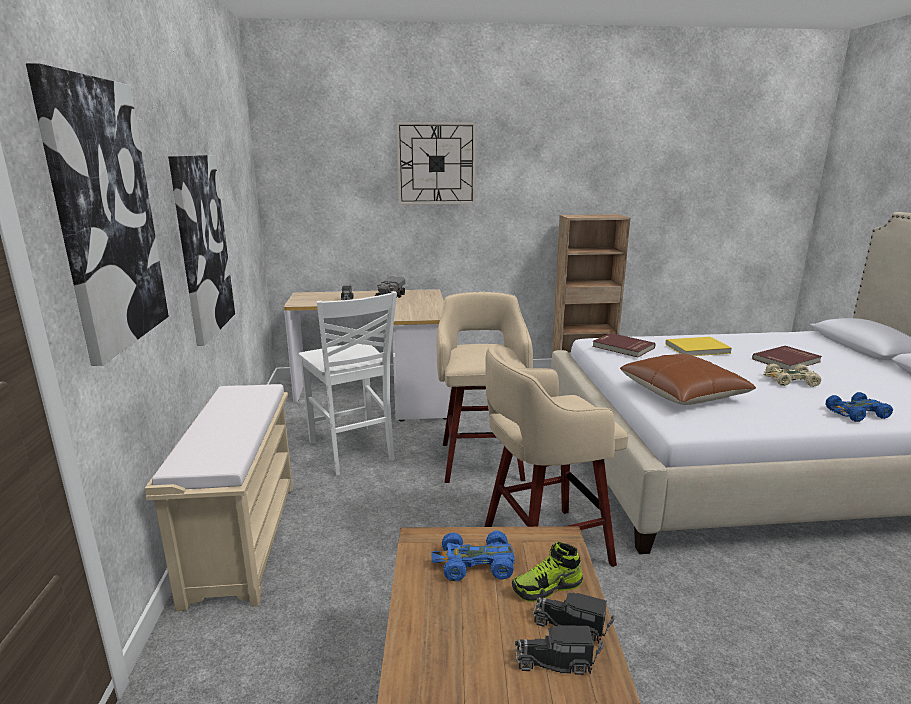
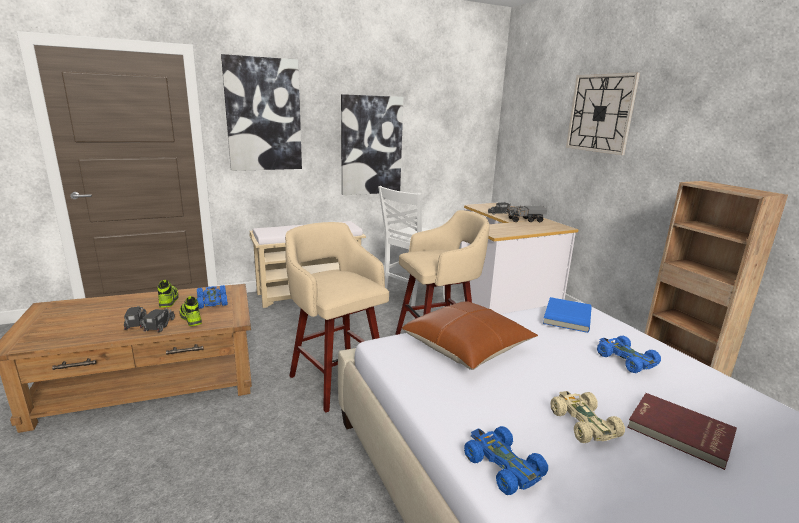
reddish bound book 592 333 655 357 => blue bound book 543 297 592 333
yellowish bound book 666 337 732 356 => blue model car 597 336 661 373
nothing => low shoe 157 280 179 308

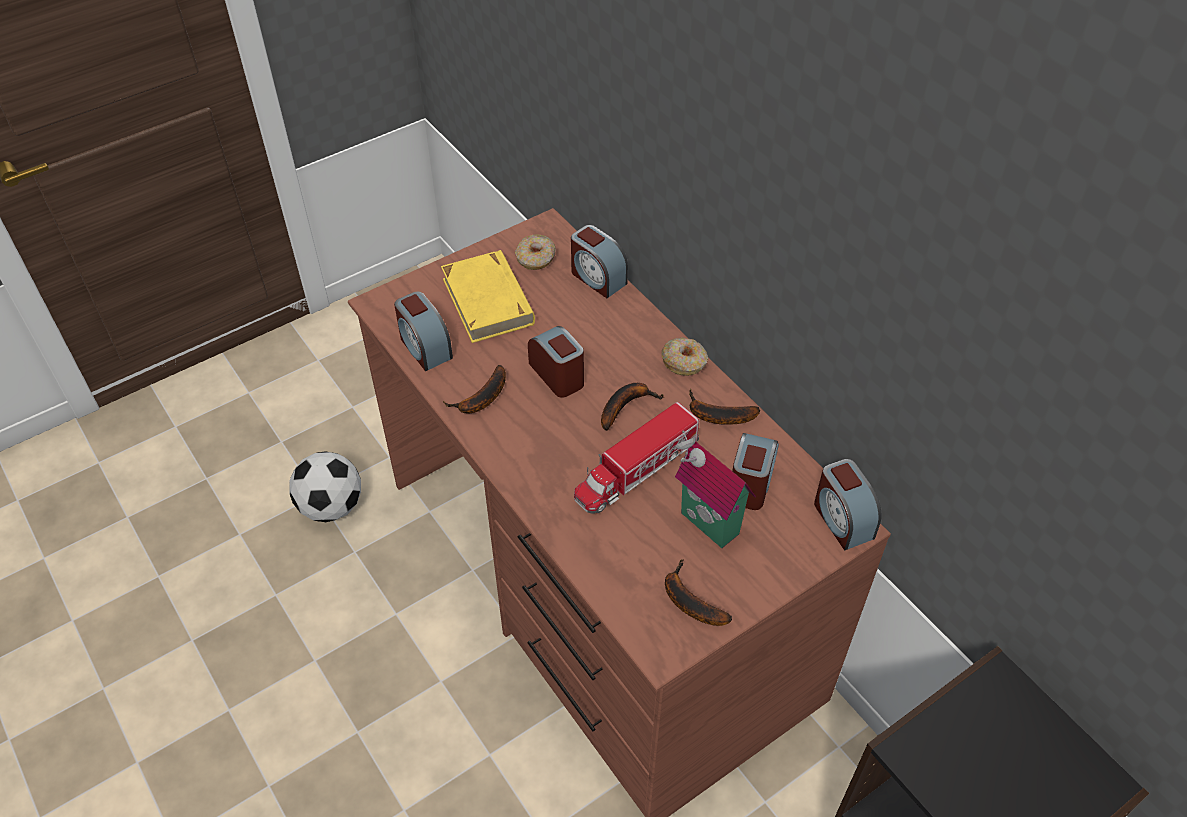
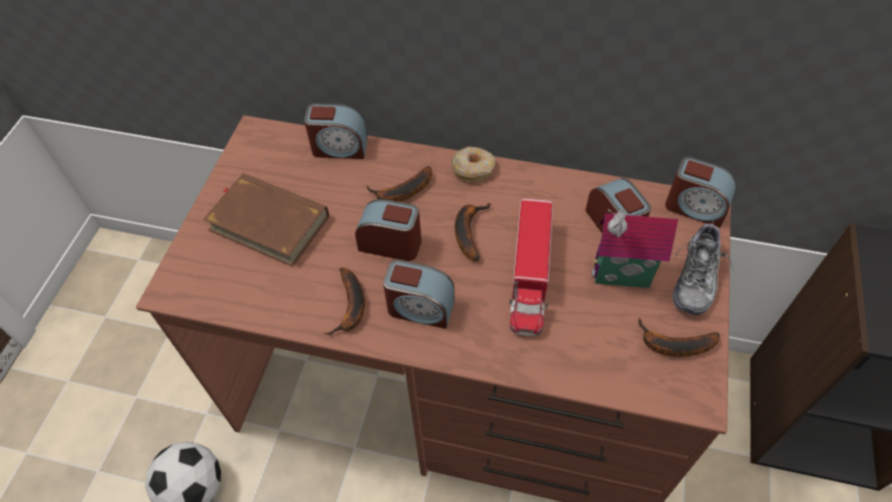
ring doughnut 515 235 556 270 => nothing
yellowish bound book 441 250 535 343 => brownish bound book 203 173 329 267
alarm clock 394 292 453 371 => alarm clock 383 260 455 329, move
banana fruit 689 389 760 425 => banana fruit 366 166 432 202, move
nothing => low shoe 672 219 734 315

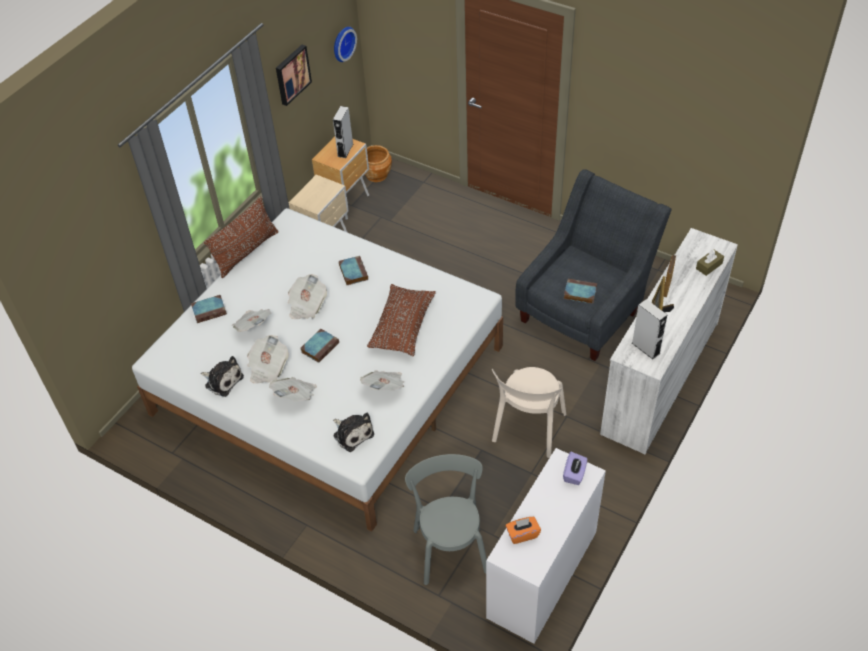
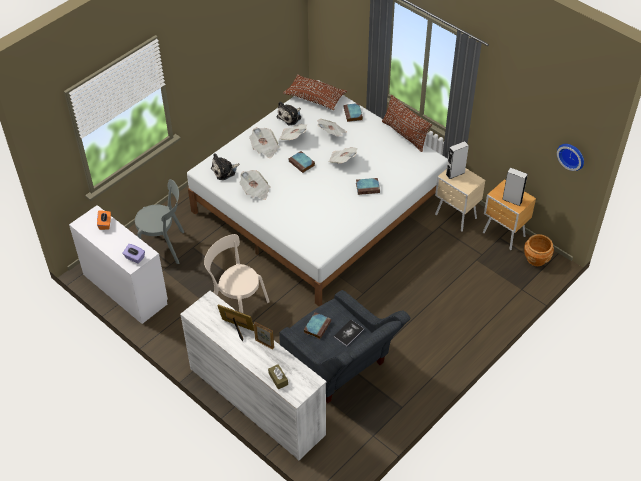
picture 276 45 312 106 => nothing
brownish cushion 367 284 436 356 => brownish cushion 283 74 347 110, move
grey speaker 632 299 667 359 => grey speaker 446 141 469 179, move
nothing => bound book 334 320 364 346

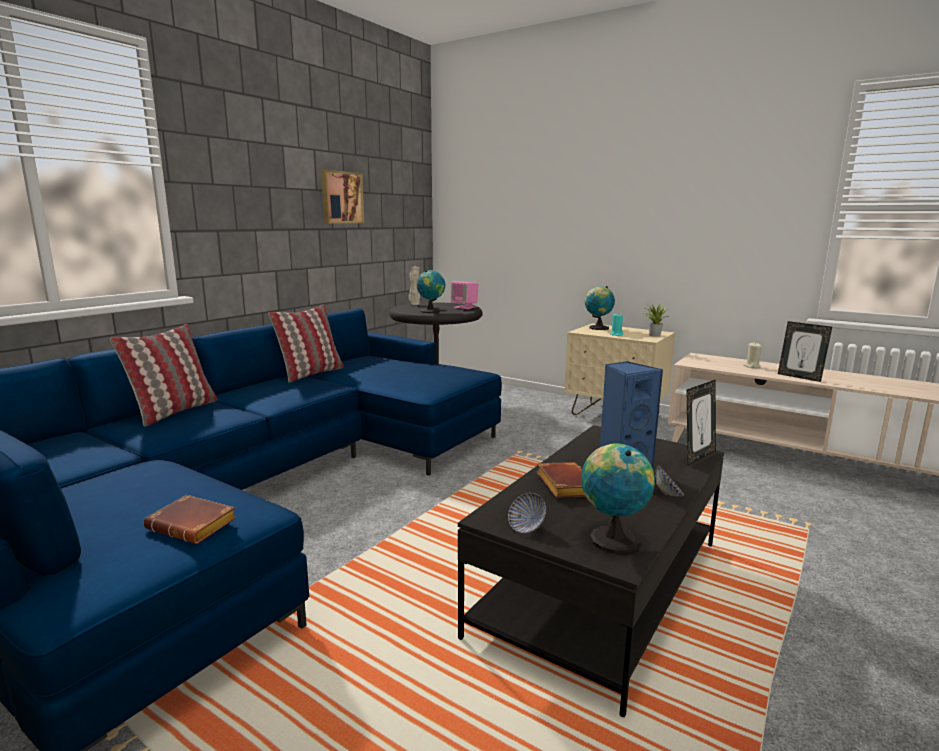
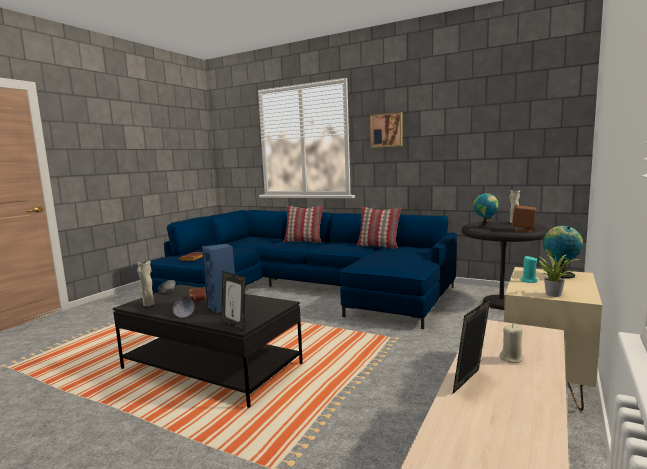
picture 321 170 364 223 => picture 370 112 403 148, move
pink-coloured speaker 450 281 478 309 => brownish speaker 512 205 536 232
globe 581 443 655 553 => beige vase 137 261 154 306

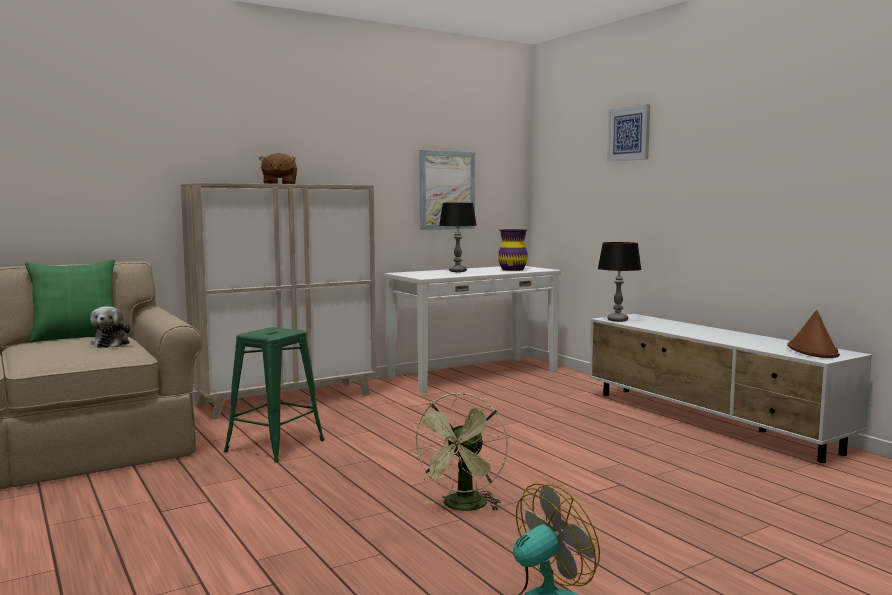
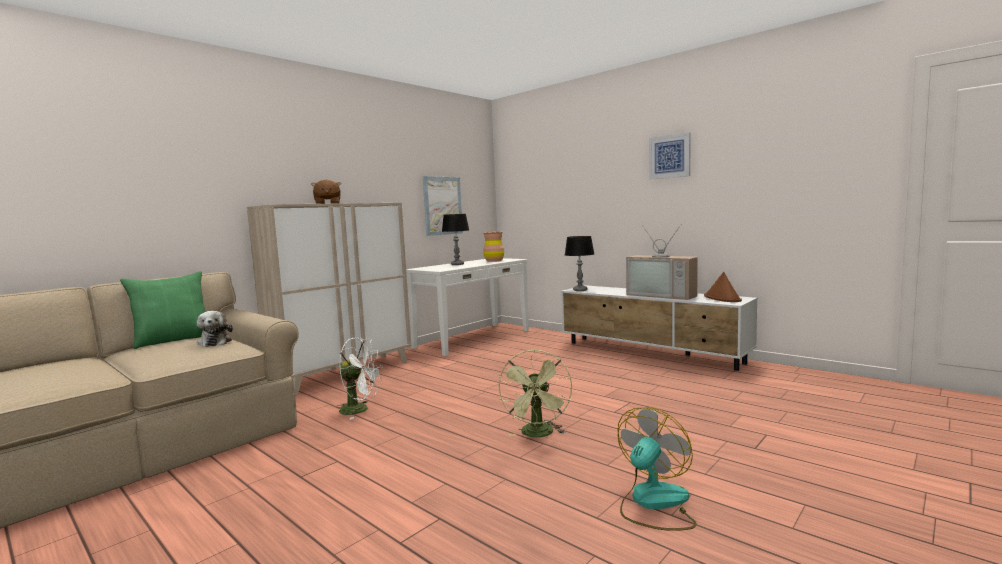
picture 607 104 650 162 => picture 649 132 691 180, move
purple-coloured vase 498 229 528 271 => brownish vase 483 232 504 262
green-coloured sitting stool 224 327 325 463 => white electric fan 338 337 383 420
nothing => TV 626 223 698 300

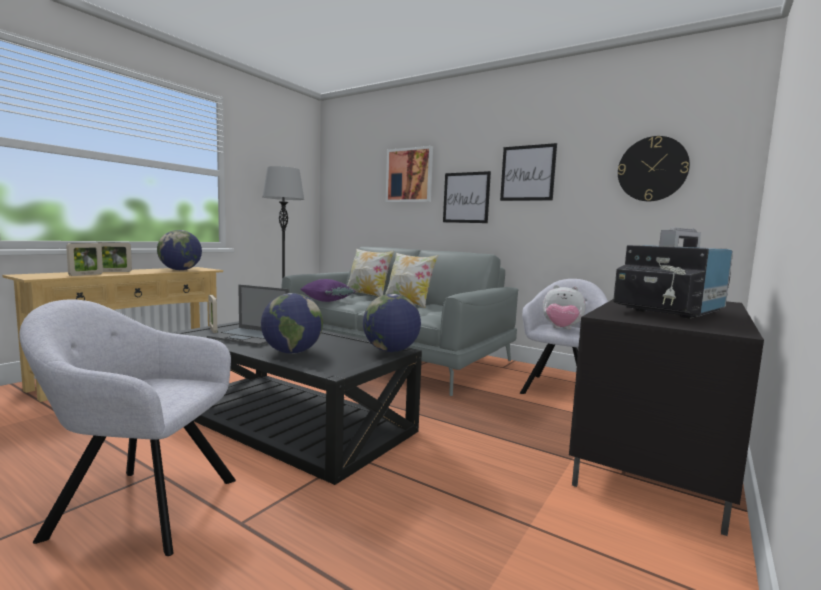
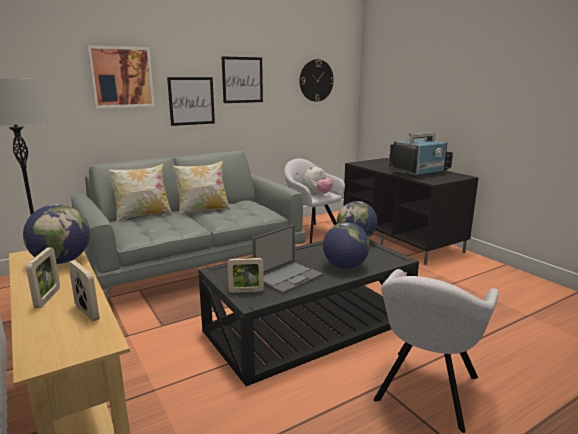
TV 613 227 733 319 => TV 389 132 453 177, 105 degrees counterclockwise
purple-coloured cushion 300 279 356 302 => nothing

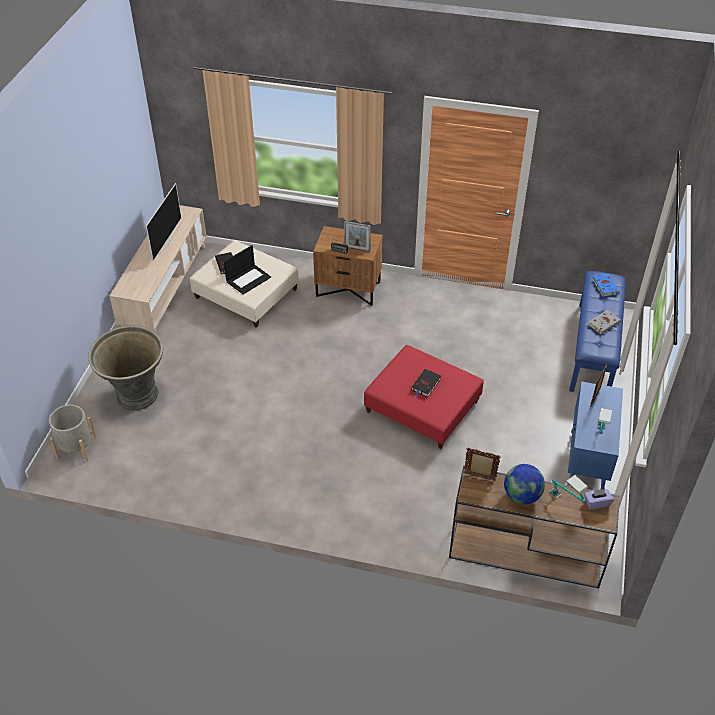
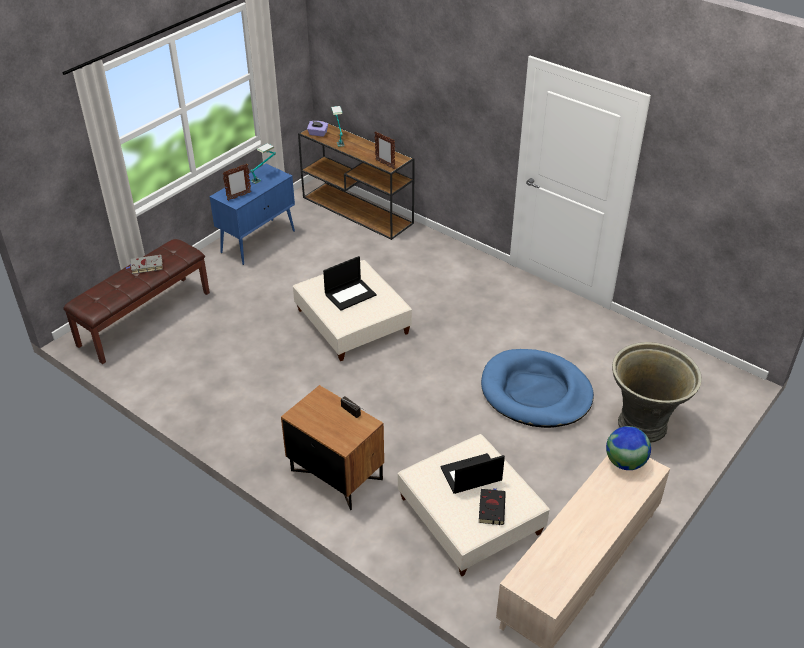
TV 146 183 182 261 => nothing
photo frame 344 221 371 252 => nothing
blue indoor bench 569 271 626 392 => brownish indoor bench 63 239 210 364
blue bound book 592 274 620 297 => nothing
reddish ottoman 364 345 484 449 => beige ottoman 293 260 412 361
black bound book 411 369 441 397 => laptop 323 256 377 311
grey plant pot 49 405 96 462 => nothing
globe 504 464 545 504 => globe 606 426 651 470, move
nothing => blue pet bed 481 349 594 428

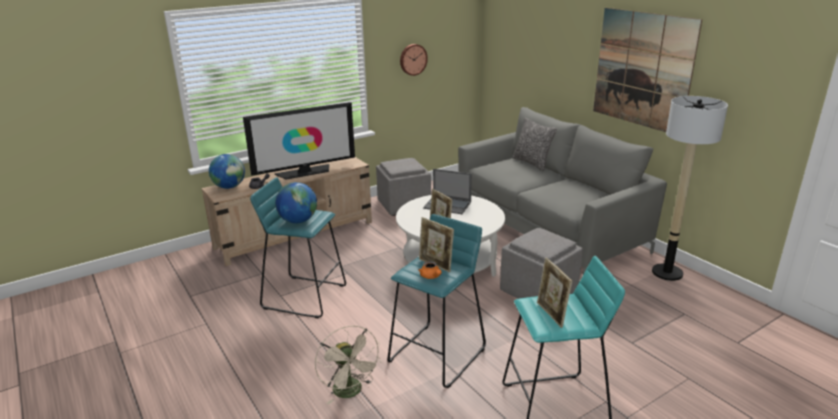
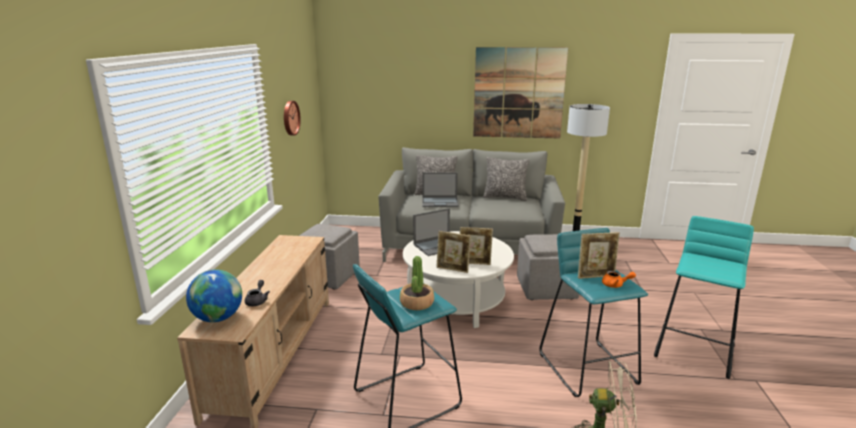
TV 243 102 355 180 => nothing
globe 275 182 317 224 => houseplant 400 256 434 310
photo frame 537 257 572 328 => photo frame 437 231 471 273, move
nothing => cushion 483 157 529 201
nothing => laptop 422 173 459 207

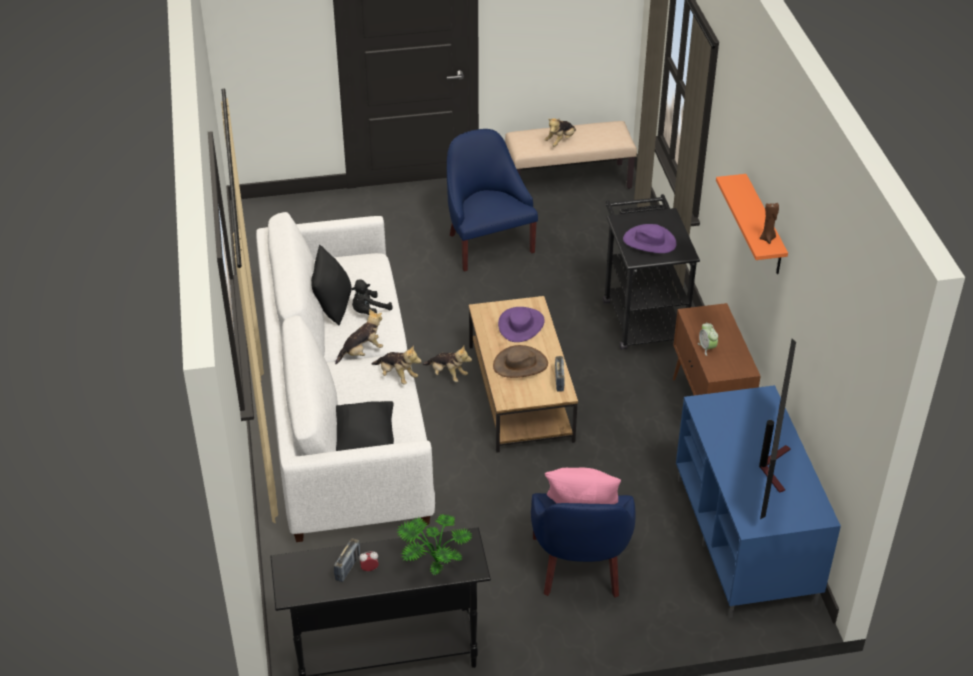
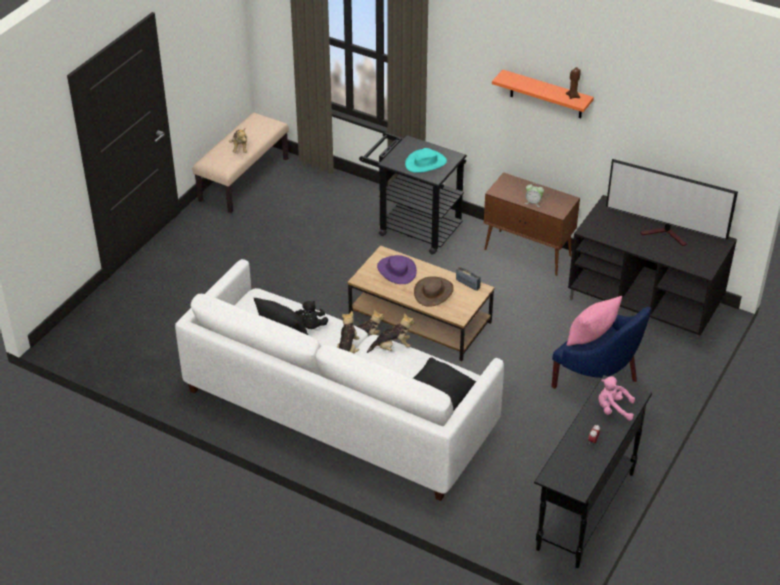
blue easy chair 447 129 538 272 => nothing
purple-coloured wearable hat 623 224 676 253 => turquoise-coloured wearable hat 405 148 447 173
TV 759 339 796 519 => TV 606 159 738 246, 150 degrees clockwise
blue media console 676 385 841 618 => black media console 568 195 737 346
houseplant 396 514 472 575 => pink-coloured soft toy 599 376 635 421
radio receiver 334 538 360 582 => nothing

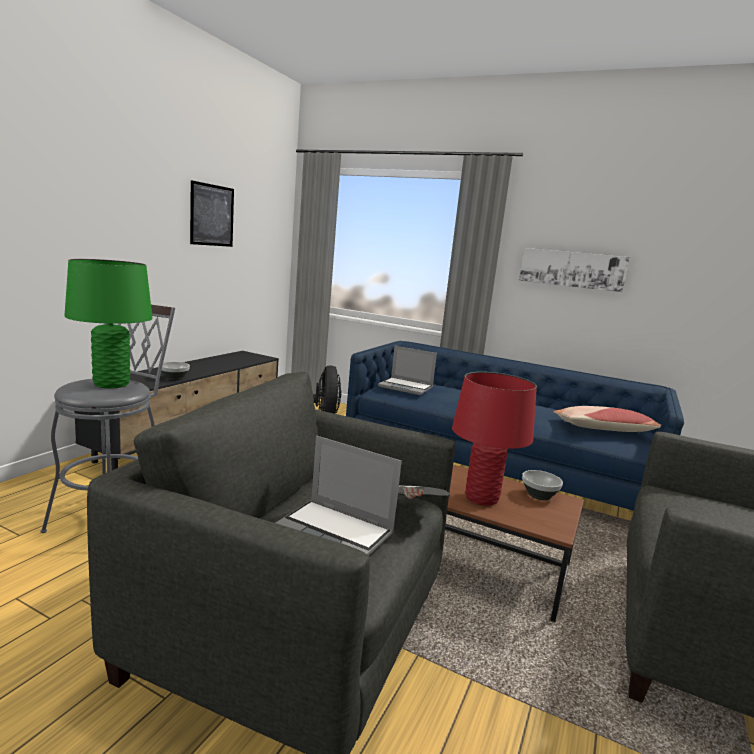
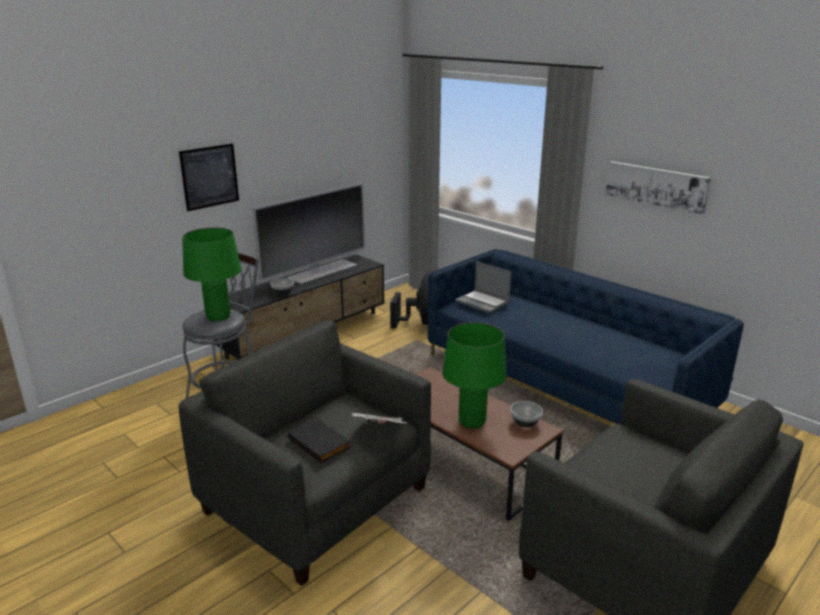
picture 190 180 234 247 => picture 179 143 239 211, move
reddish lamp for a table 452 372 537 506 => green-coloured lamp for a table 442 322 507 429
cushion 553 406 661 432 => nothing
laptop 276 436 402 556 => black bound book 288 418 351 463
nothing => TV 252 183 365 284

